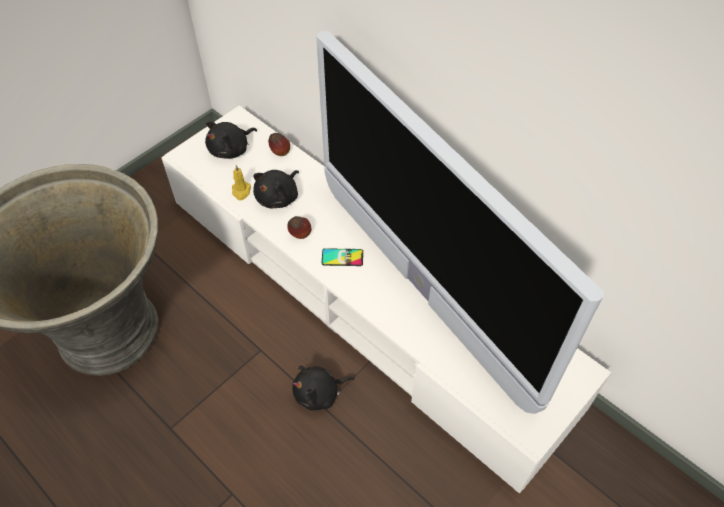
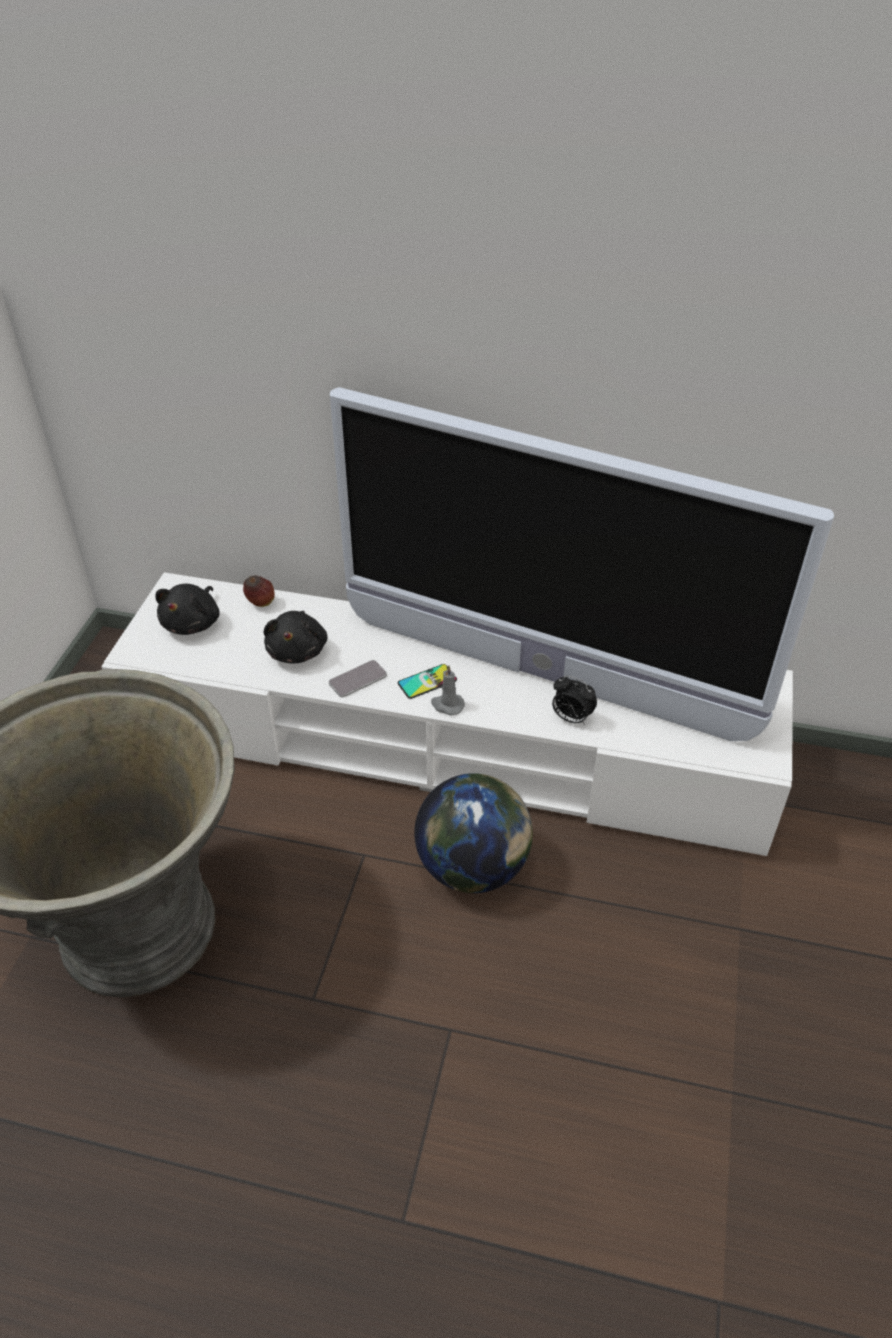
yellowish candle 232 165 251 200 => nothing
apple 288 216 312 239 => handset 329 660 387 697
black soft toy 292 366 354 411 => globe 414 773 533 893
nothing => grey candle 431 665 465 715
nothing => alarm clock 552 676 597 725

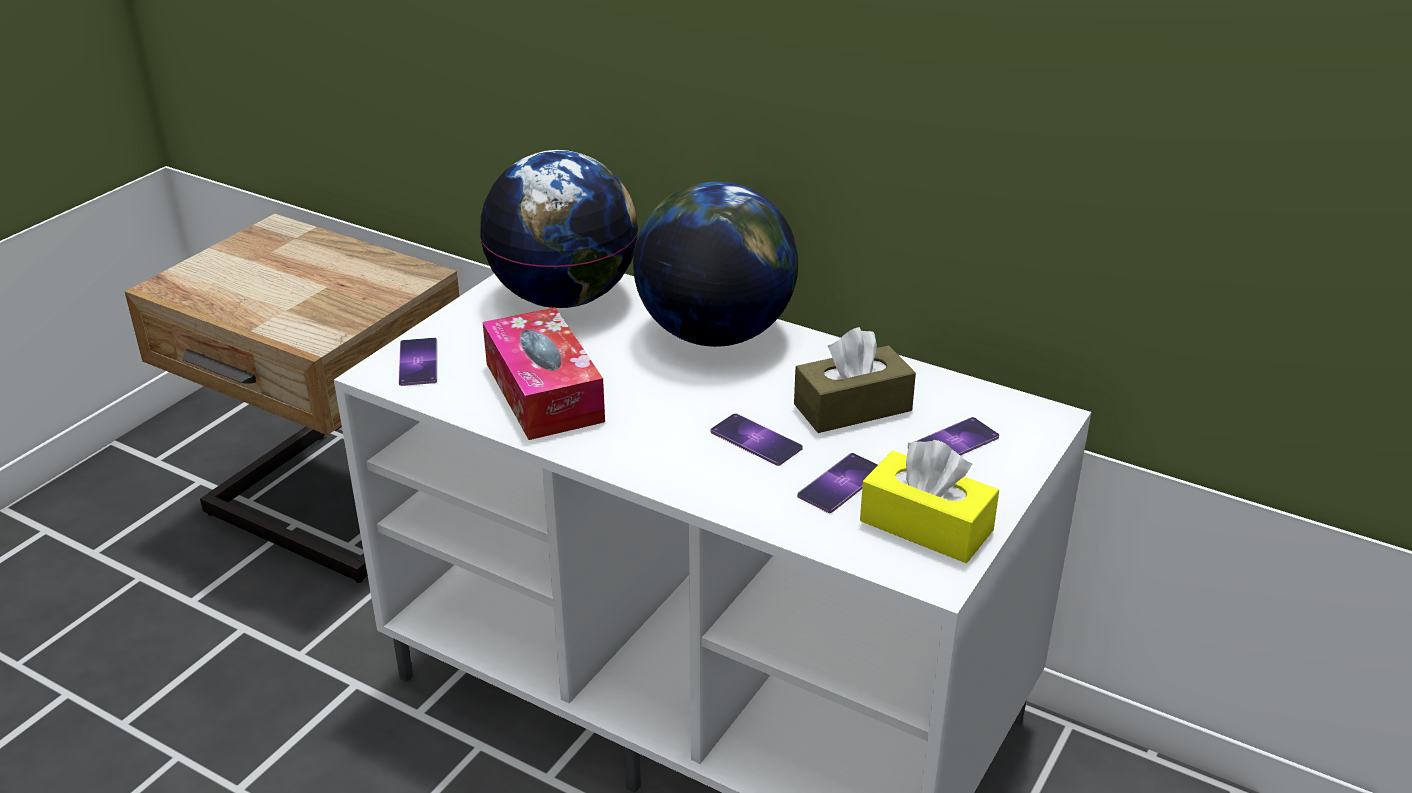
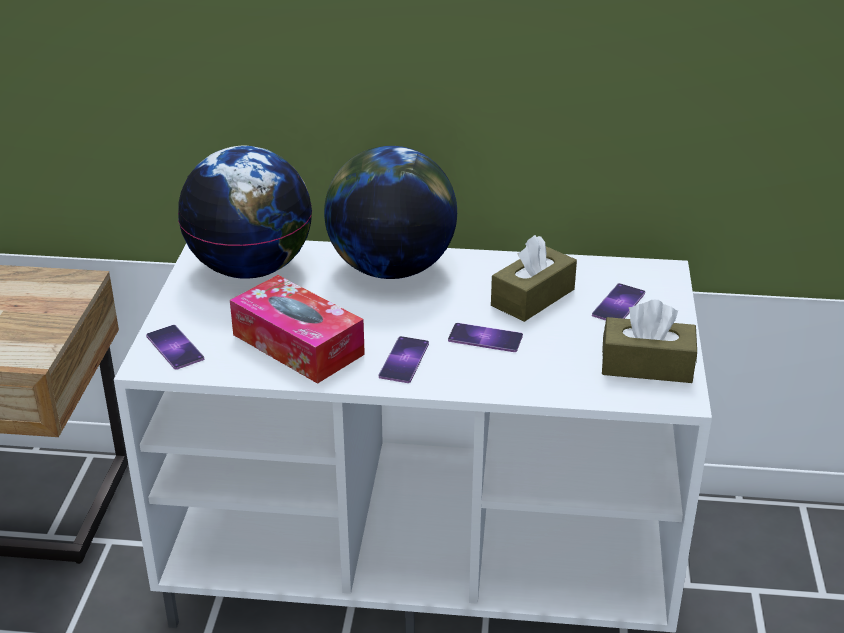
yellowish tissue box 860 440 999 563 => brownish tissue box 602 300 697 383
handset 797 453 878 513 => handset 379 336 429 383, move

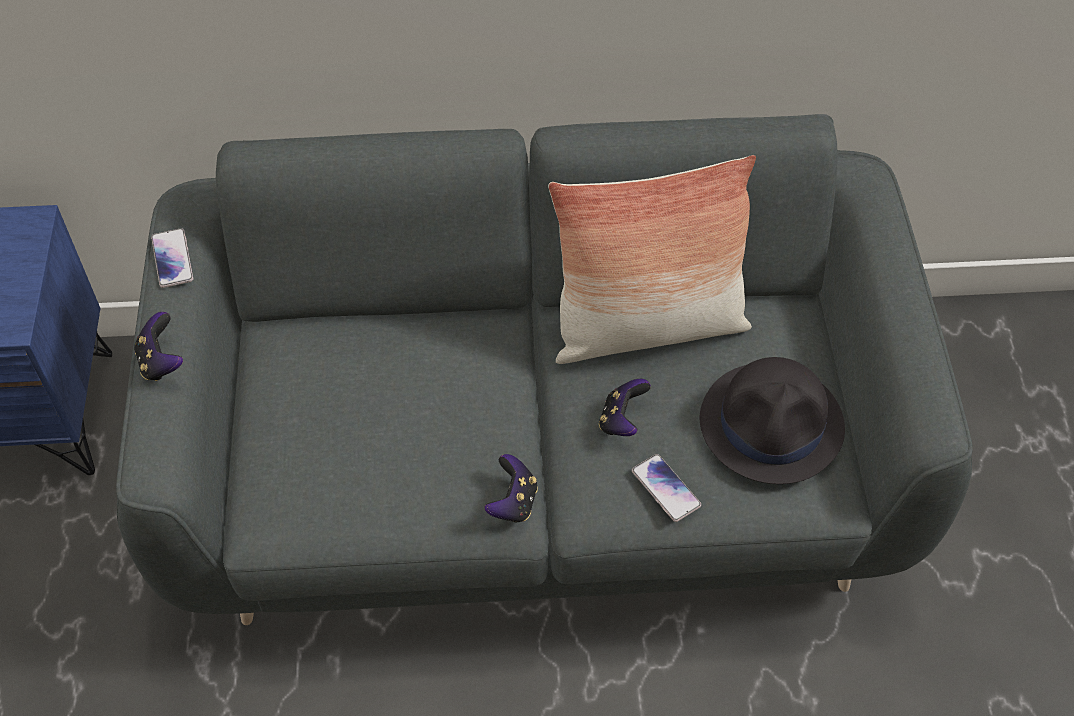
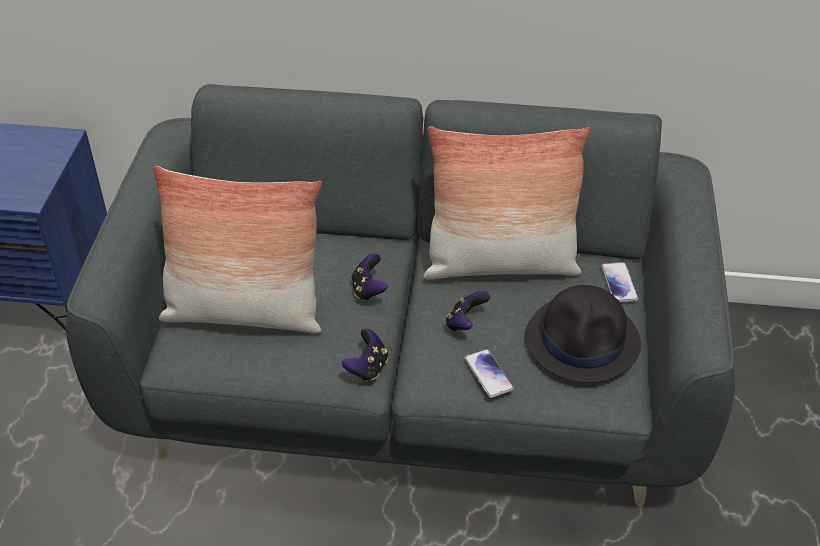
handset 151 228 193 288 => handset 601 262 638 302, move
game controller 134 312 183 381 => game controller 351 253 388 301, move
nothing => cushion 154 166 322 333

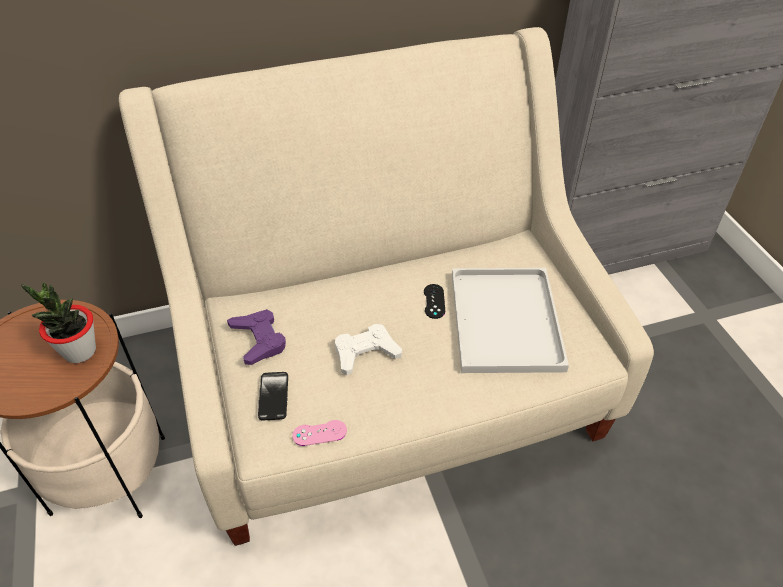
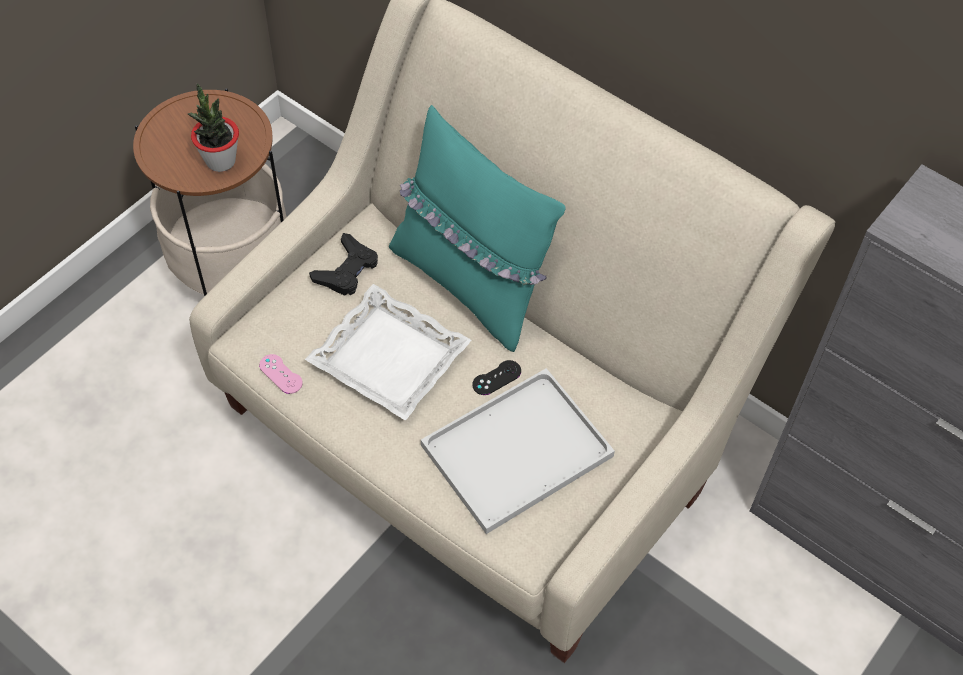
purple-coloured game controller 227 309 286 365 => black game controller 309 233 378 296
white game controller 335 324 402 375 => white serving tray 305 284 472 421
handset 258 372 288 421 => nothing
nothing => turquoise-coloured cushion 389 105 566 352

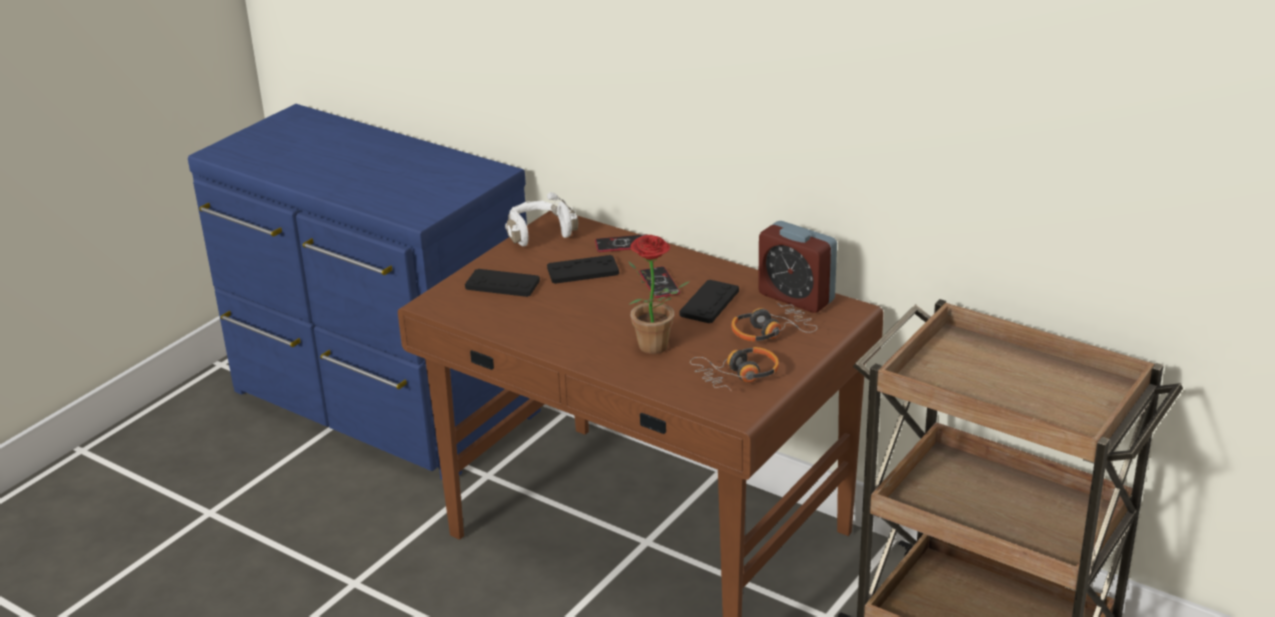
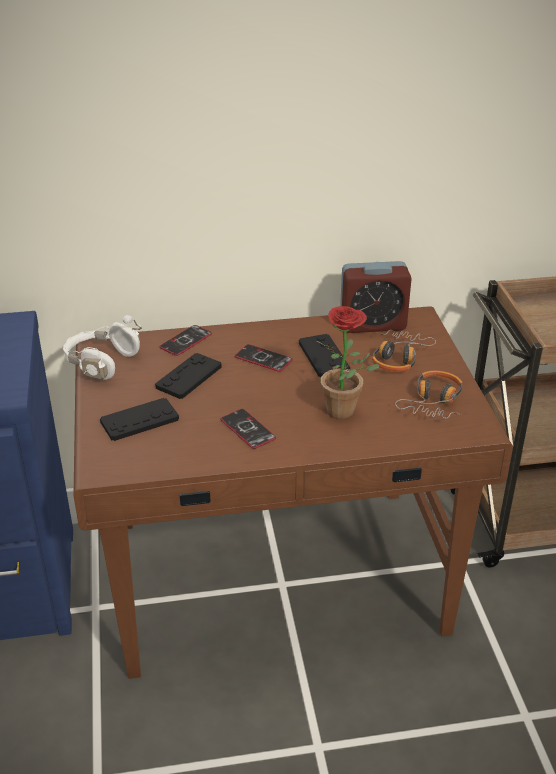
nothing => handset 221 409 276 449

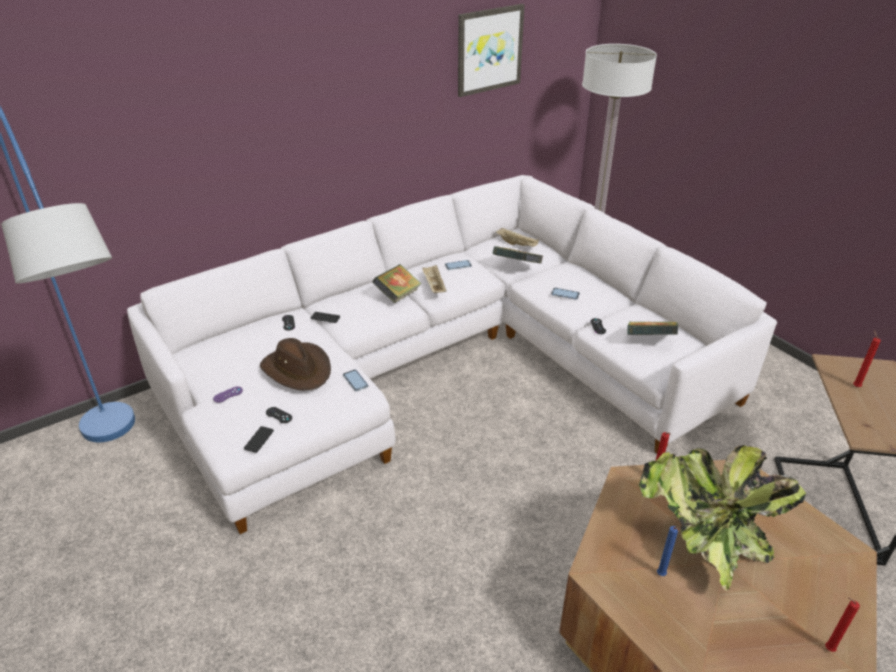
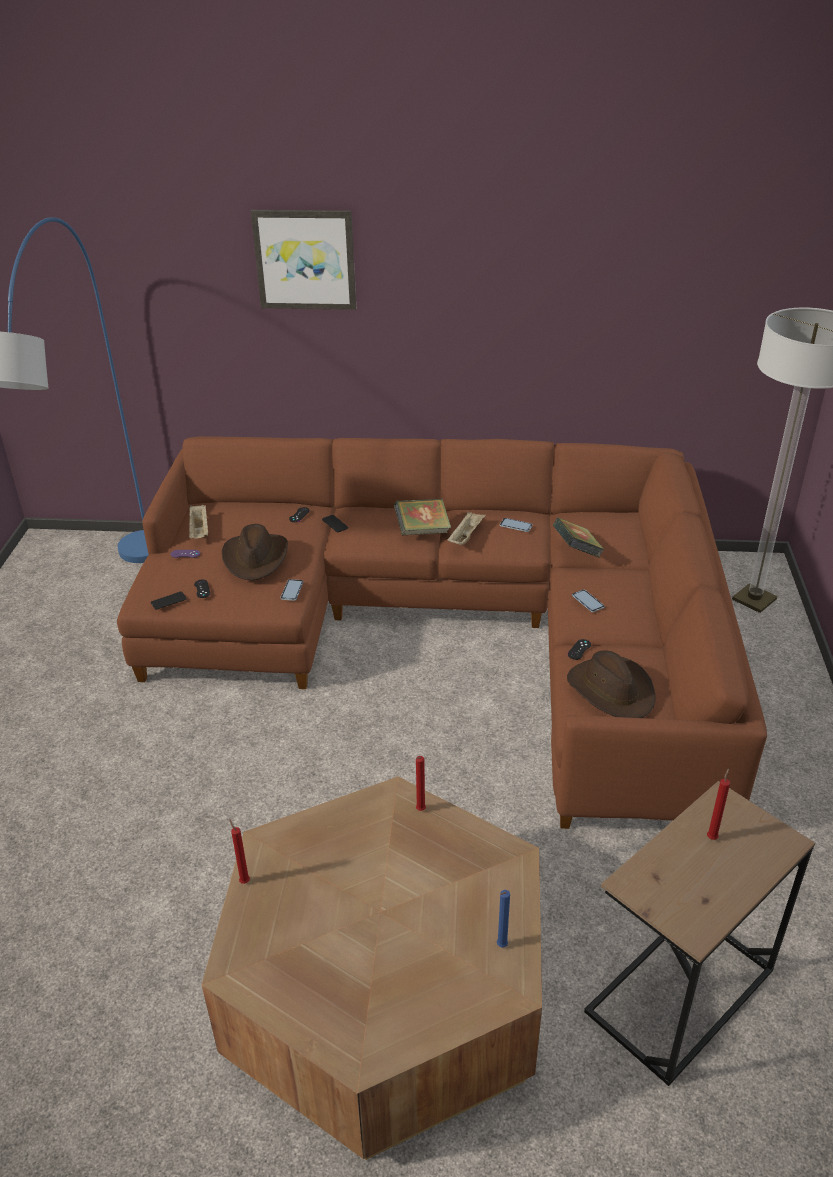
picture 458 4 525 97 => picture 251 210 356 310, move
white settee 127 175 777 534 => brownish settee 117 436 767 829
beige serving tray 496 228 539 247 => beige serving tray 189 505 208 539, move
bound book 627 321 678 335 => brownish wearable hat 567 650 656 718
houseplant 639 445 806 591 => nothing
blue candle 657 526 679 576 => blue candle 497 890 510 948, move
reddish candle 825 597 860 652 => reddish candle 229 819 250 884, move

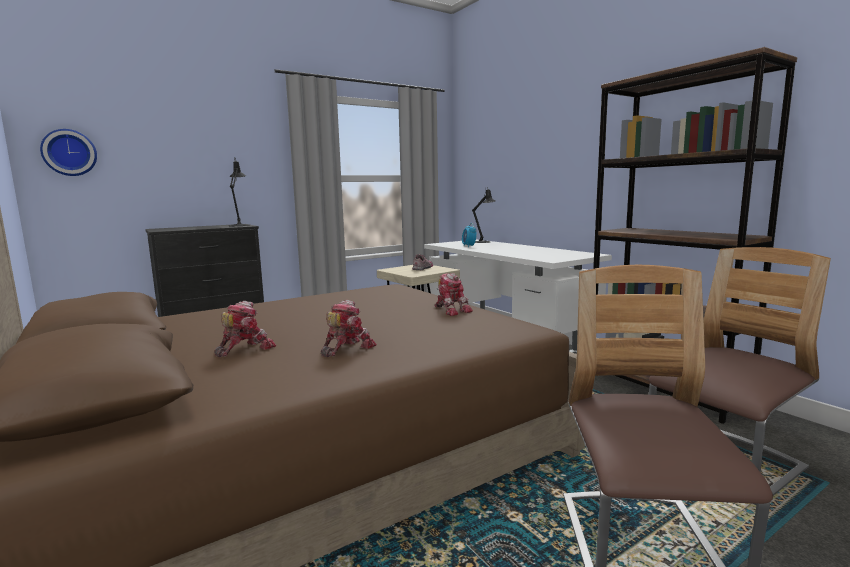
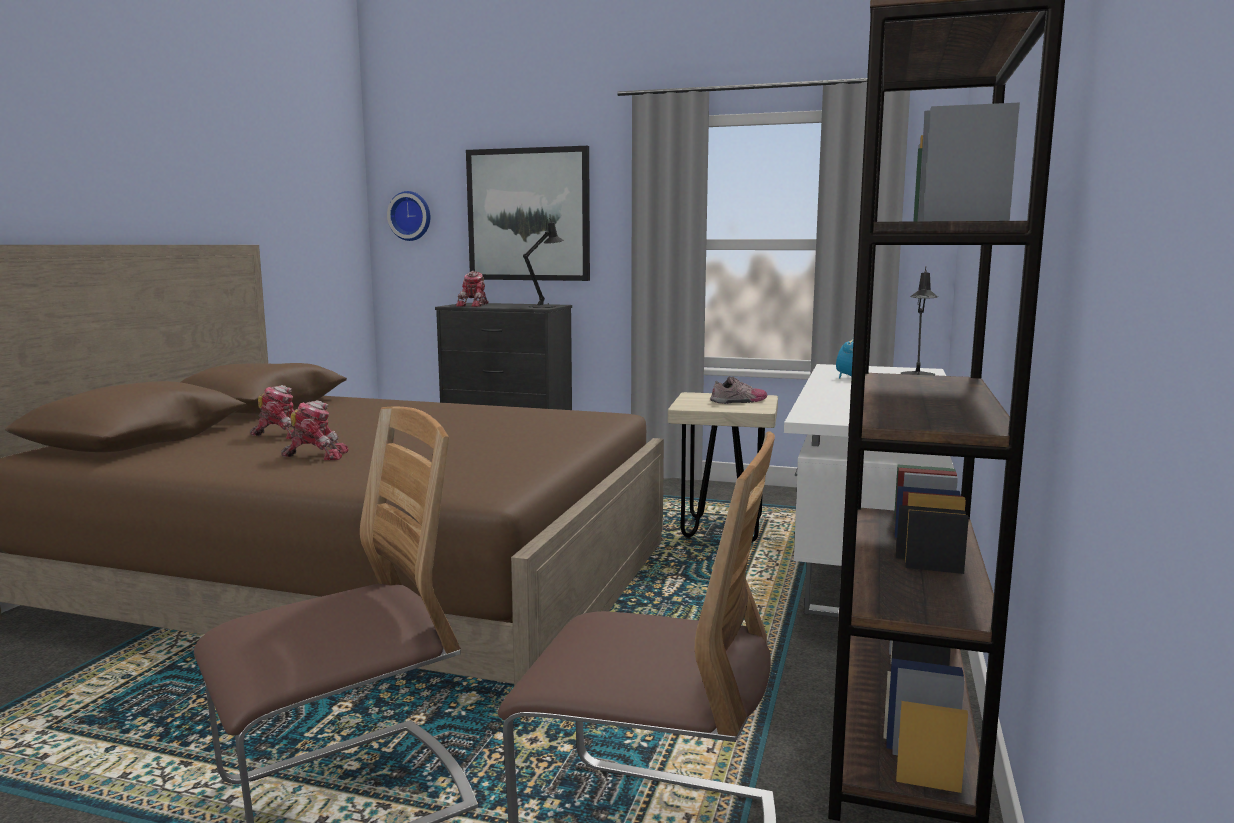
toy robot 435 273 473 316 => toy robot 456 271 489 307, move
nothing => picture 466 146 590 281

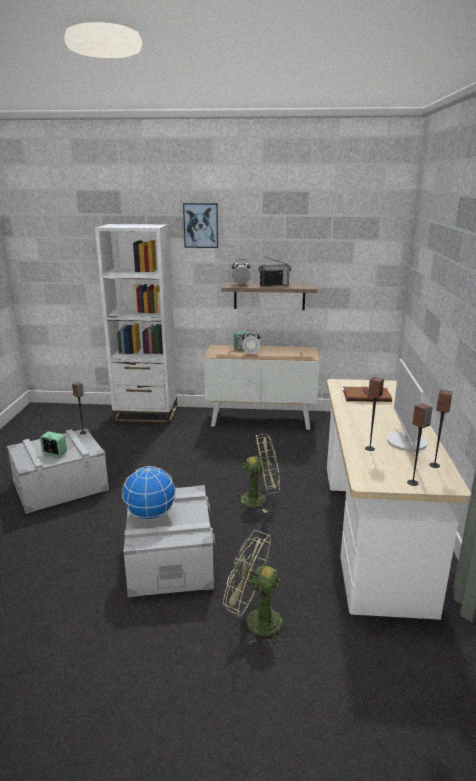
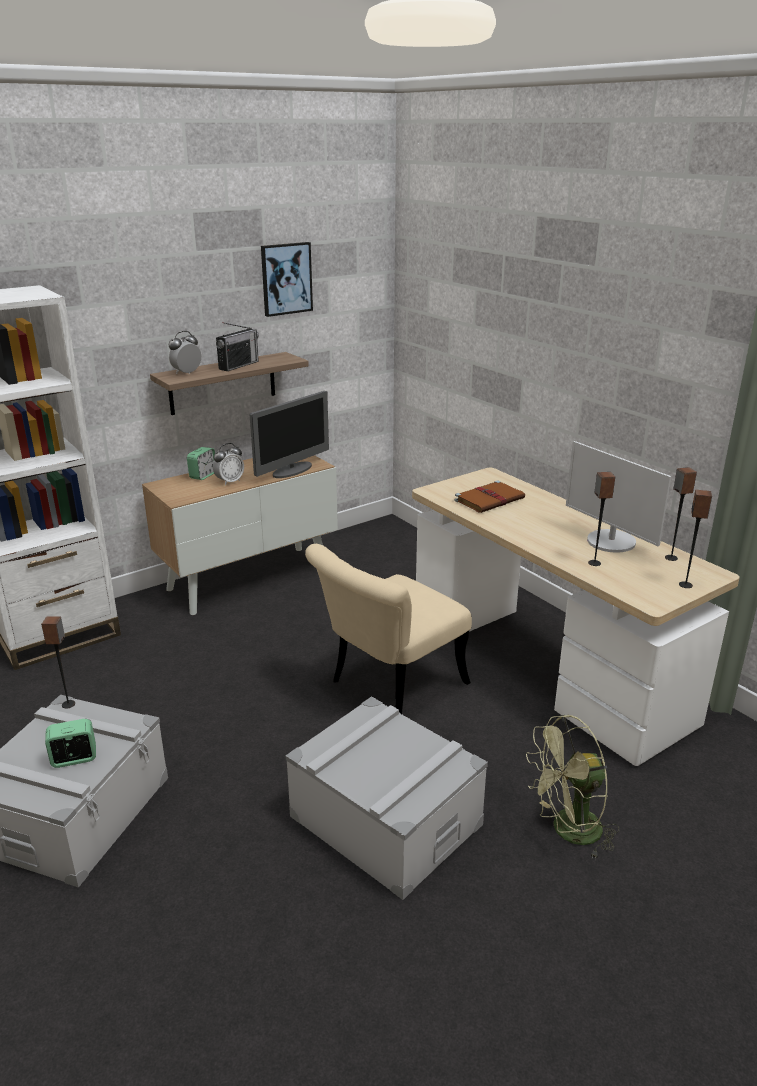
picture 183 203 218 248 => picture 261 242 313 317, move
green-coloured electric fan 232 434 280 513 => beige plain chair 305 544 472 714
globe 122 466 176 520 => nothing
nothing => monitor 250 391 329 478

